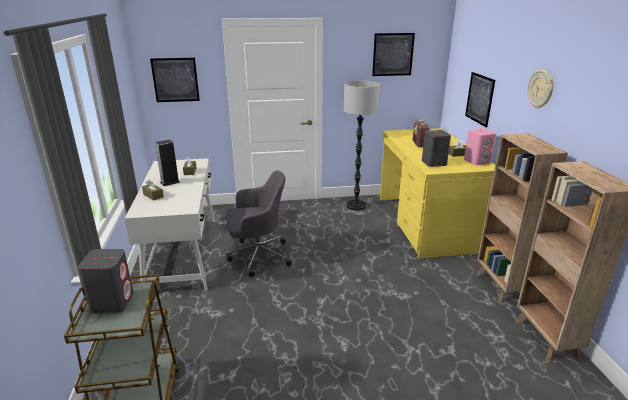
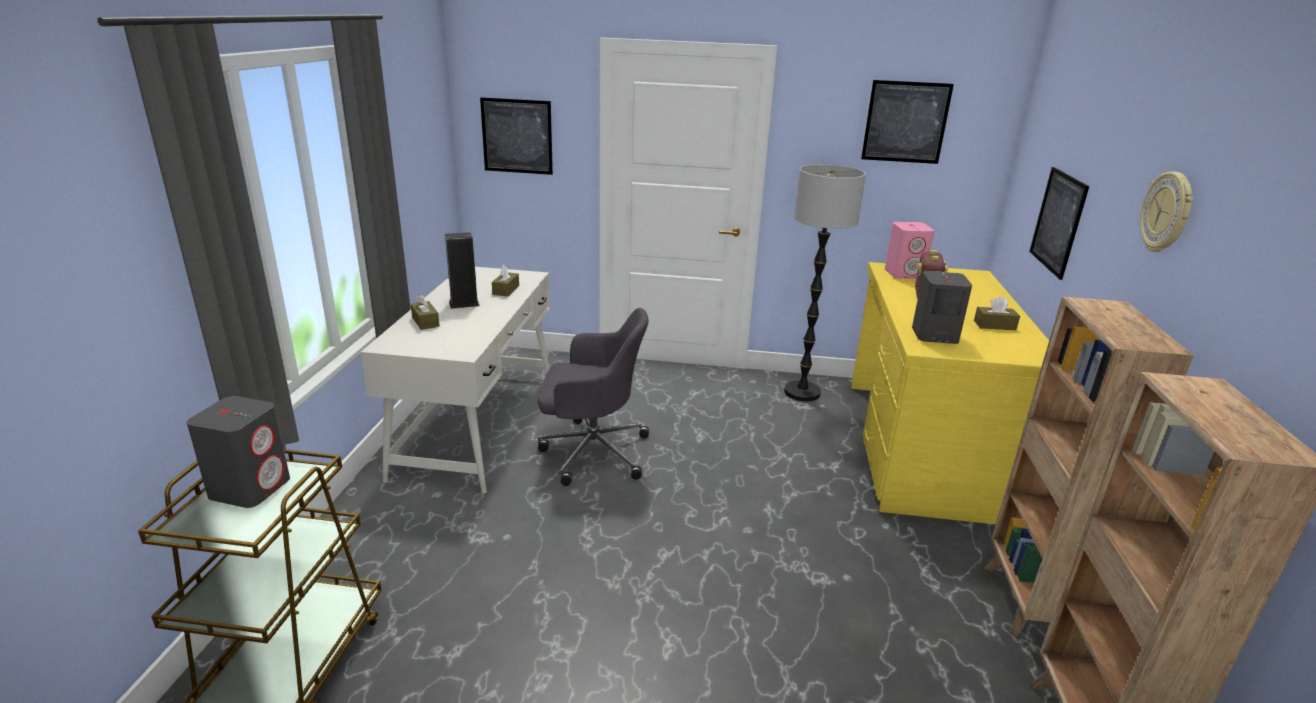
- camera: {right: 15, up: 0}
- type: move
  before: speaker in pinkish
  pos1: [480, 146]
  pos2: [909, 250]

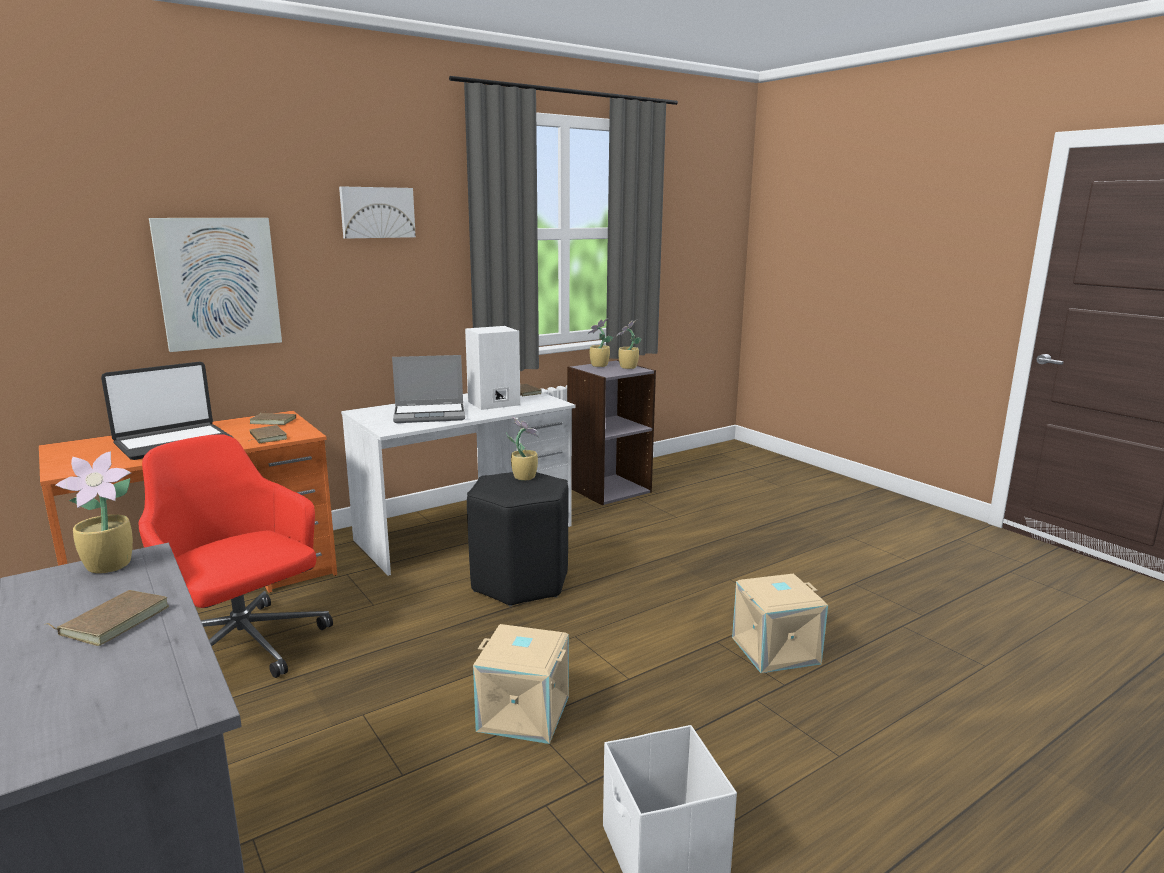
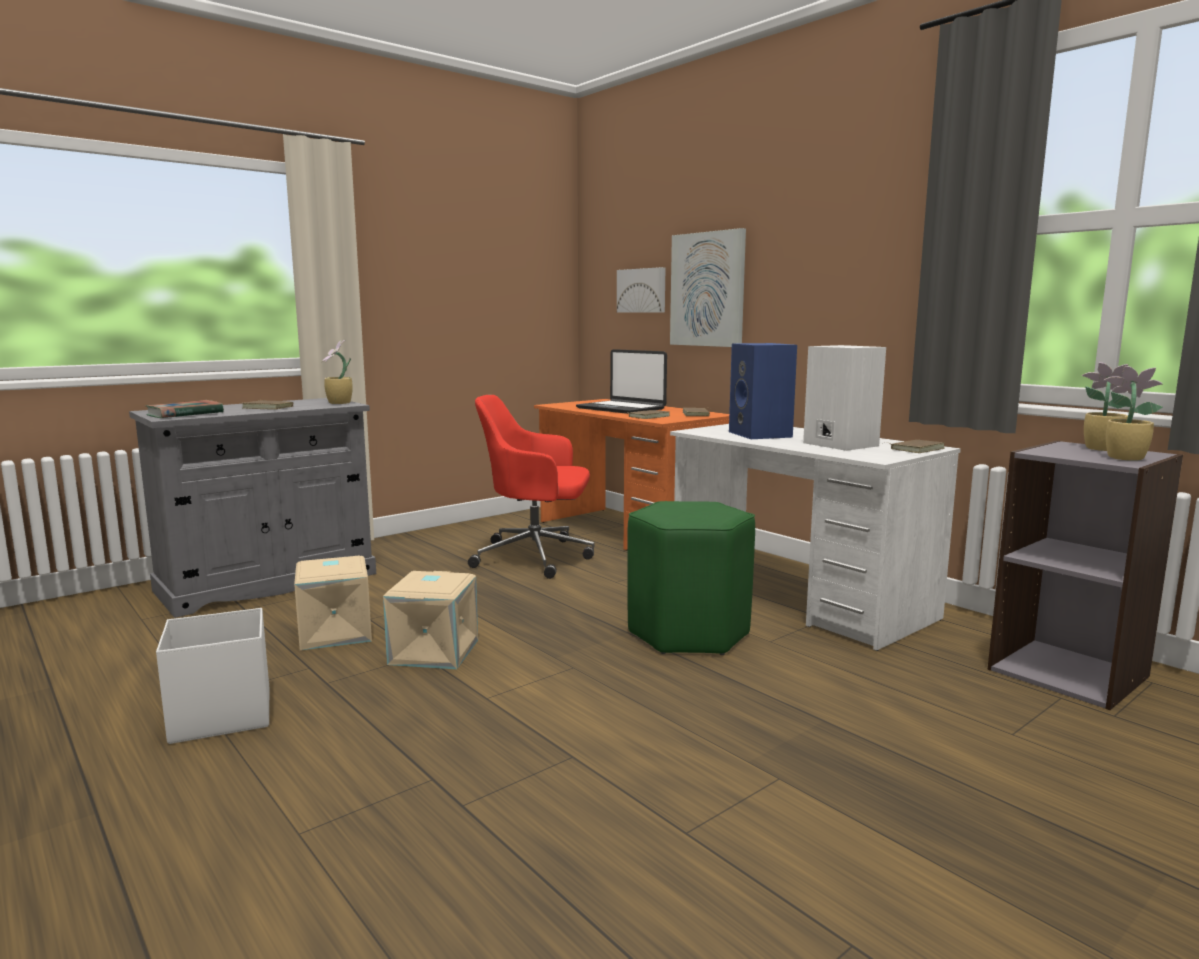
- camera: {right: 85, up: -5}
- type: delete
  before: potted plant
  pos1: [522, 449]
- type: insert
  after: book
  pos2: [184, 409]
- type: move
  before: picture
  pos1: [377, 212]
  pos2: [641, 290]
- type: move
  before: storage box in beige-coloured
  pos1: [780, 623]
  pos2: [333, 602]
- type: replace
  before: notebook computer
  after: speaker in blue-coloured
  pos1: [428, 389]
  pos2: [763, 391]
- type: recolor
  before: sitting stool in black
  after: sitting stool in green
  pos1: [518, 539]
  pos2: [691, 578]
- type: rotate
  before: computer chair in red-coloured
  pos1: [236, 556]
  pos2: [531, 487]
  turn: -120

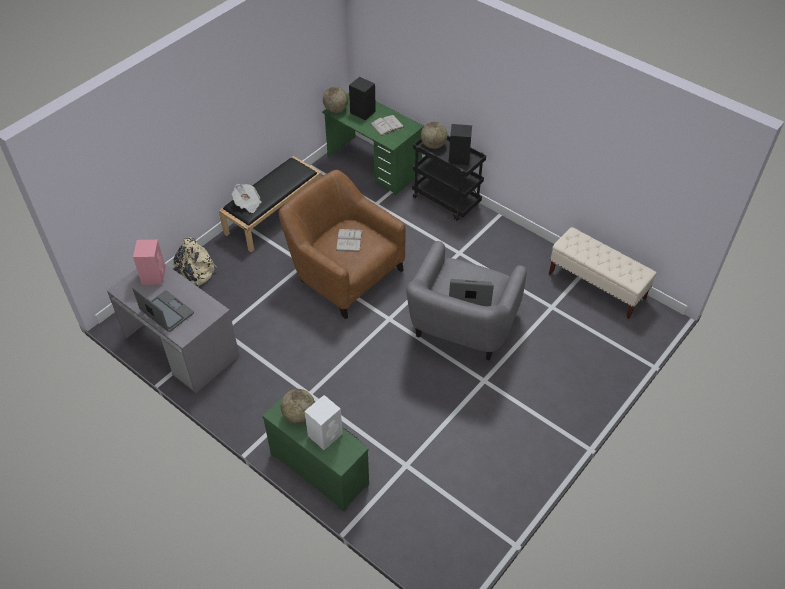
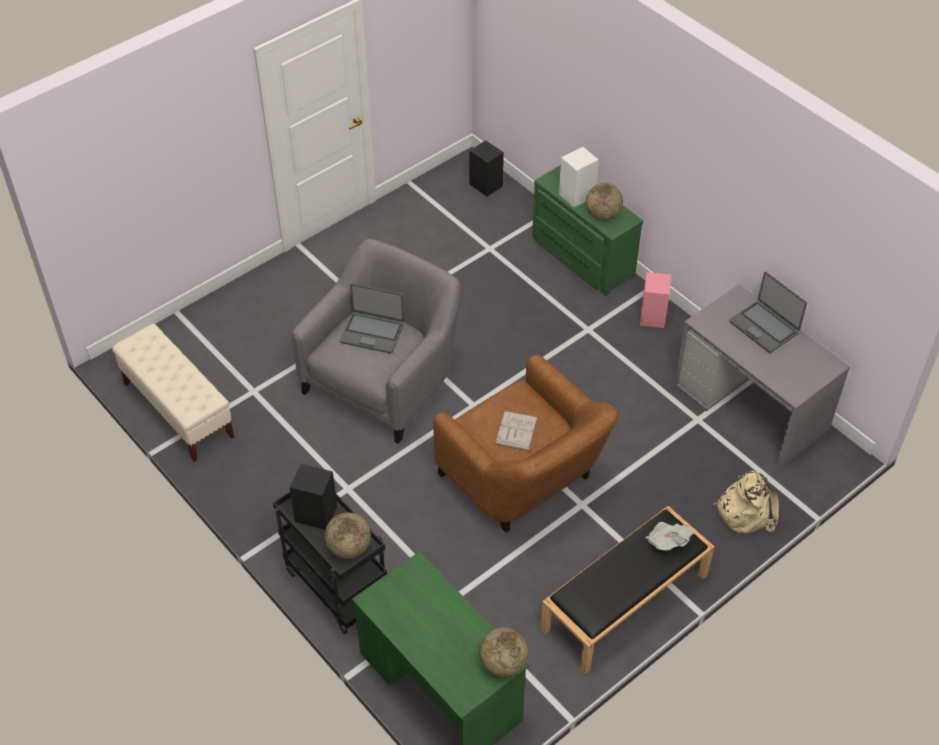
- camera: {right: -170, up: 0}
- type: delete
  before: book in white
  pos1: [387, 125]
- type: move
  before: speaker in pinkish
  pos1: [149, 262]
  pos2: [655, 300]
- type: move
  before: speaker in black
  pos1: [362, 98]
  pos2: [487, 168]

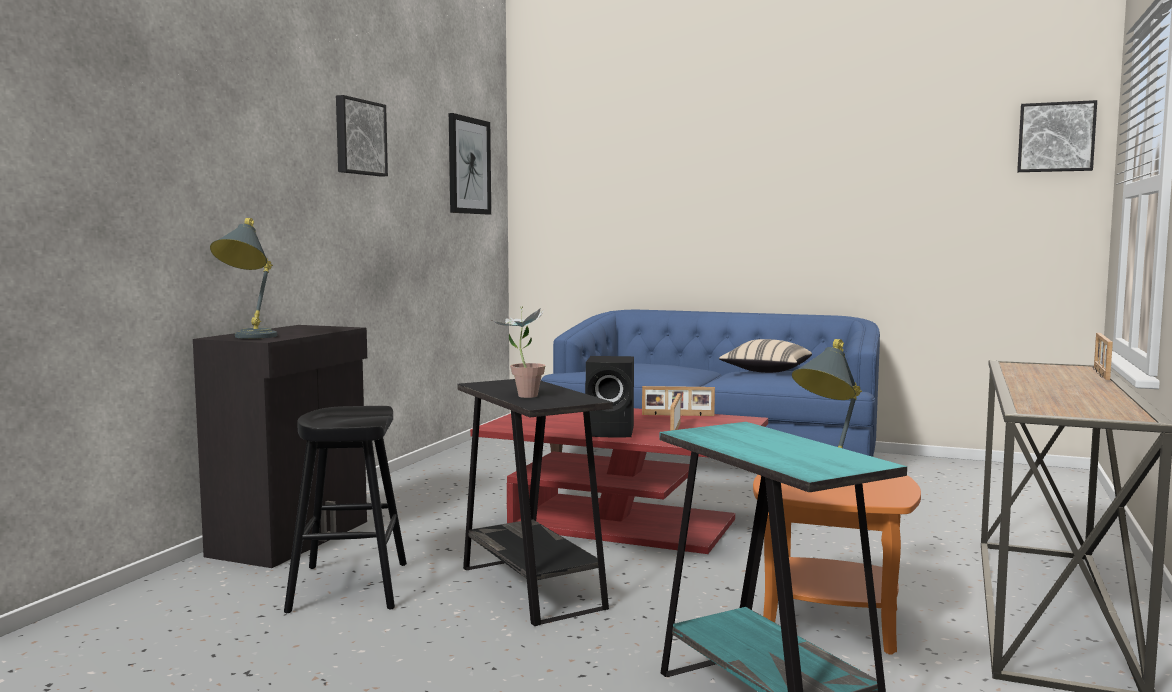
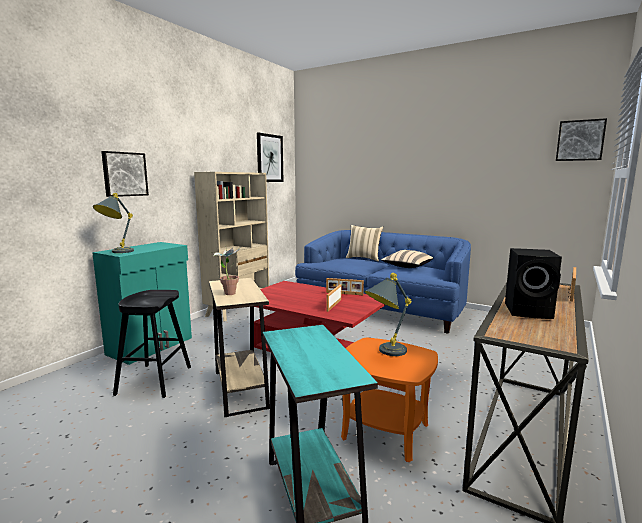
- camera: {right: 10, up: 5}
- type: insert
  after: shelving unit in beige-coloured
  pos2: [231, 246]
- type: insert
  after: throw pillow in beige-coloured
  pos2: [364, 243]
- type: move
  before: picture
  pos1: [362, 135]
  pos2: [125, 174]
- type: move
  before: speaker in black
  pos1: [609, 396]
  pos2: [533, 283]
- type: recolor
  before: cupboard in black
  after: cupboard in turquoise-coloured
  pos1: [280, 446]
  pos2: [142, 303]
- type: recolor
  before: end table in black
  after: end table in beige-coloured
  pos1: [535, 502]
  pos2: [239, 347]

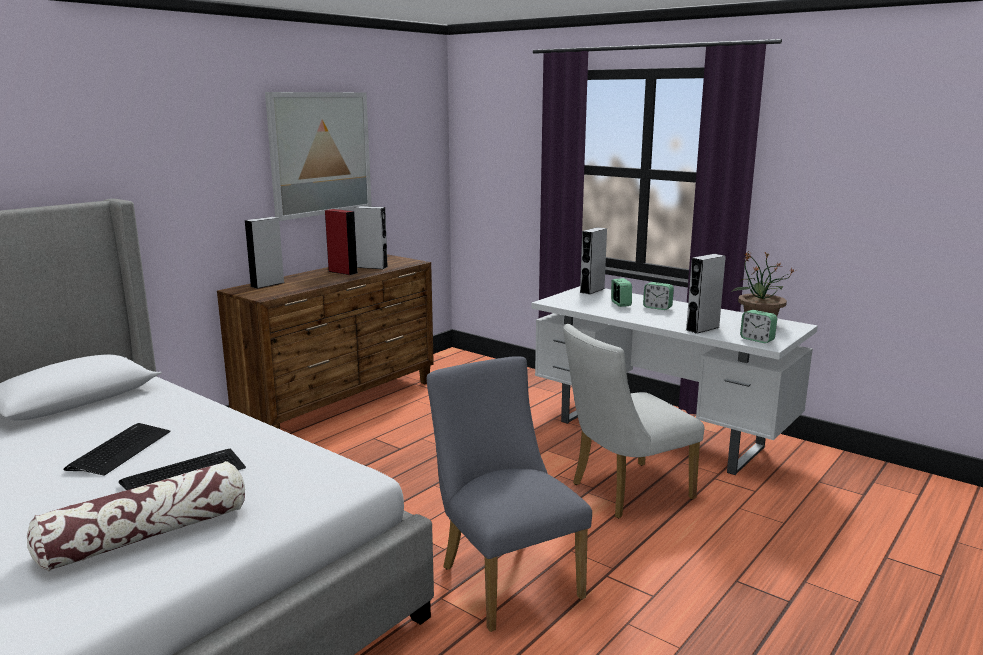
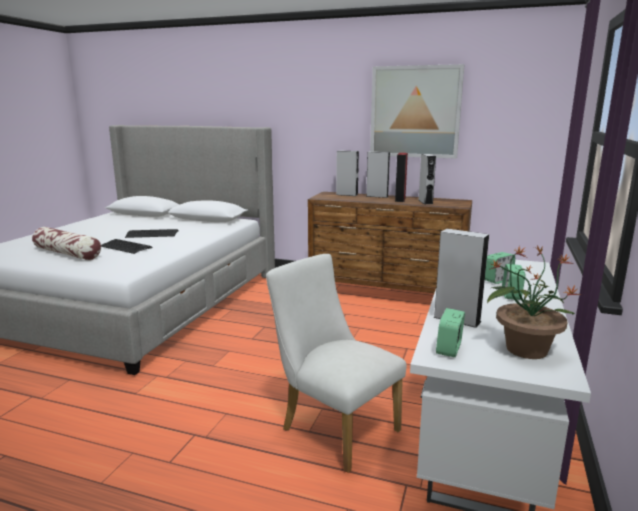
- camera: {right: 70, up: 0}
- type: delete
  before: plain chair in greyish
  pos1: [509, 494]
- type: move
  before: speaker in greyish
  pos1: [593, 260]
  pos2: [378, 174]

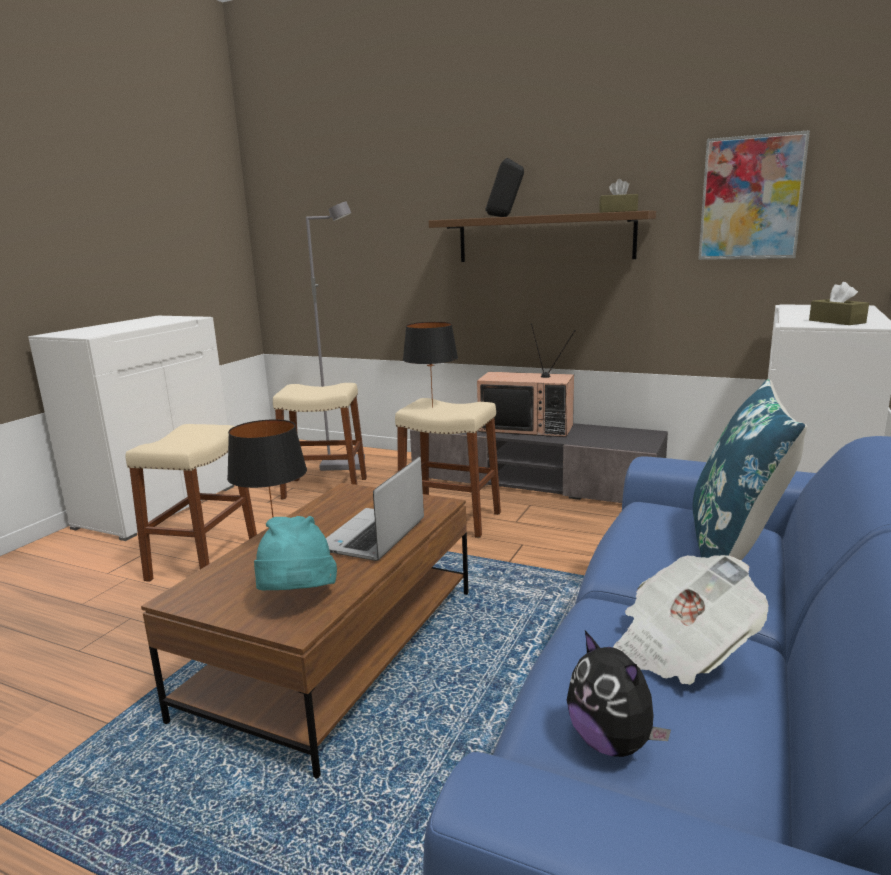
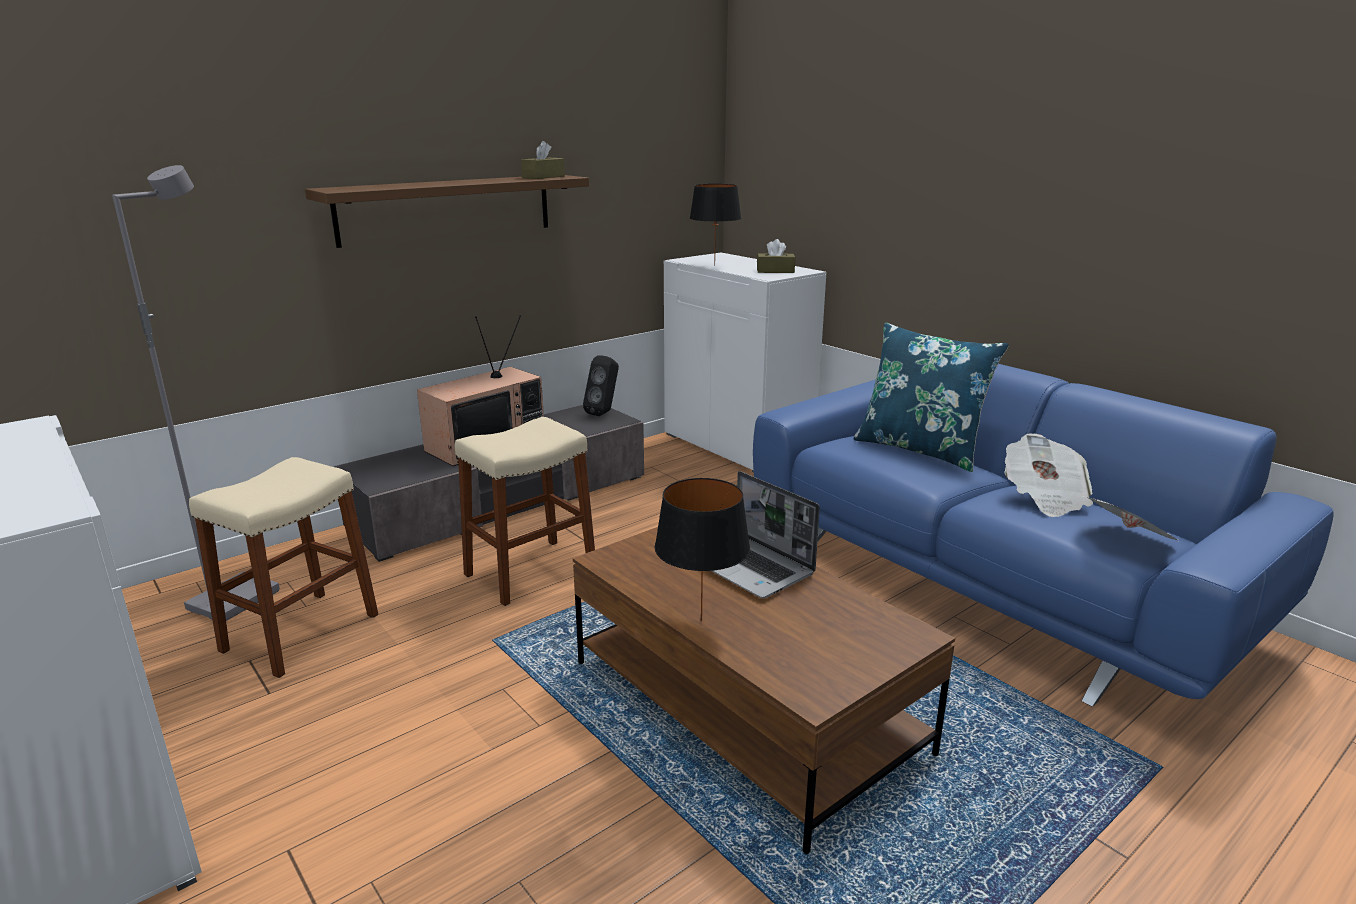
- camera: {right: -65, up: 5}
- type: delete
  before: sitting stool in beige-coloured
  pos1: [191, 503]
- type: delete
  before: clothing hat in turquoise-coloured
  pos1: [295, 553]
- type: delete
  before: picture
  pos1: [754, 195]
- type: move
  before: tabletop lamp in black
  pos1: [430, 365]
  pos2: [715, 225]
- type: move
  before: speaker in black
  pos1: [504, 187]
  pos2: [601, 385]
- type: replace
  before: cuddly toy
  after: newspaper
  pos1: [619, 694]
  pos2: [1129, 517]

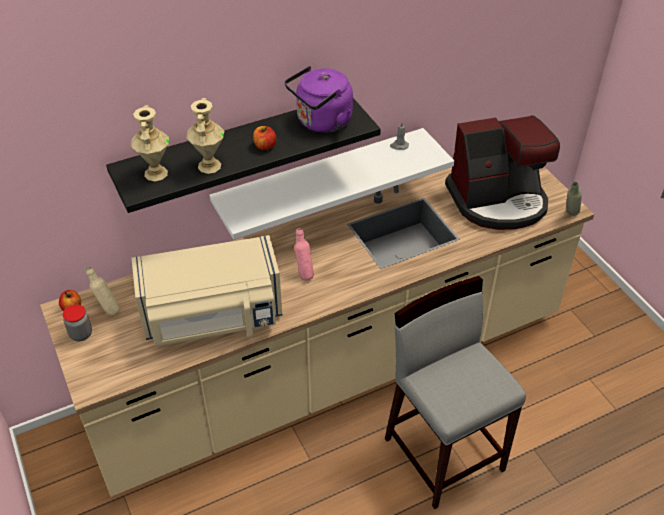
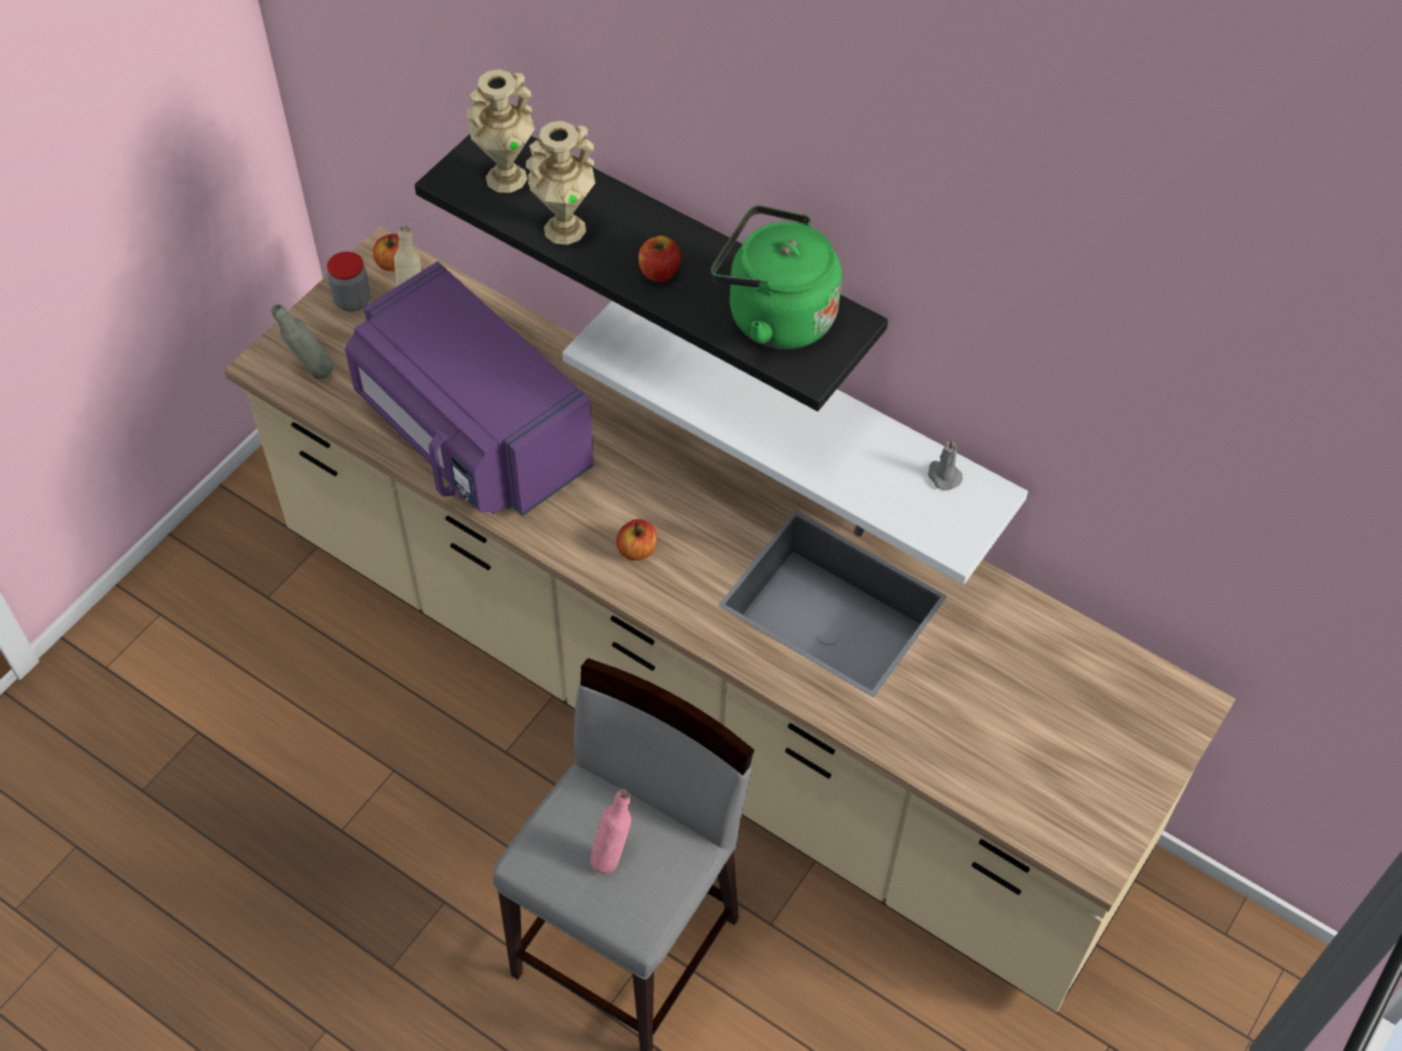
- camera: {right: 60, up: 10}
- type: delete
  before: coffee brewer
  pos1: [502, 172]
- type: insert
  after: apple
  pos2: [637, 540]
- type: move
  before: beverage bottle in pinkish
  pos1: [304, 254]
  pos2: [610, 831]
- type: move
  before: beverage bottle in greyish
  pos1: [574, 199]
  pos2: [302, 341]
- type: recolor
  before: microwave in beige-coloured
  after: microwave in purplish
  pos1: [206, 291]
  pos2: [469, 388]
- type: recolor
  before: kettle in purplish
  after: kettle in green
  pos1: [318, 99]
  pos2: [776, 277]

